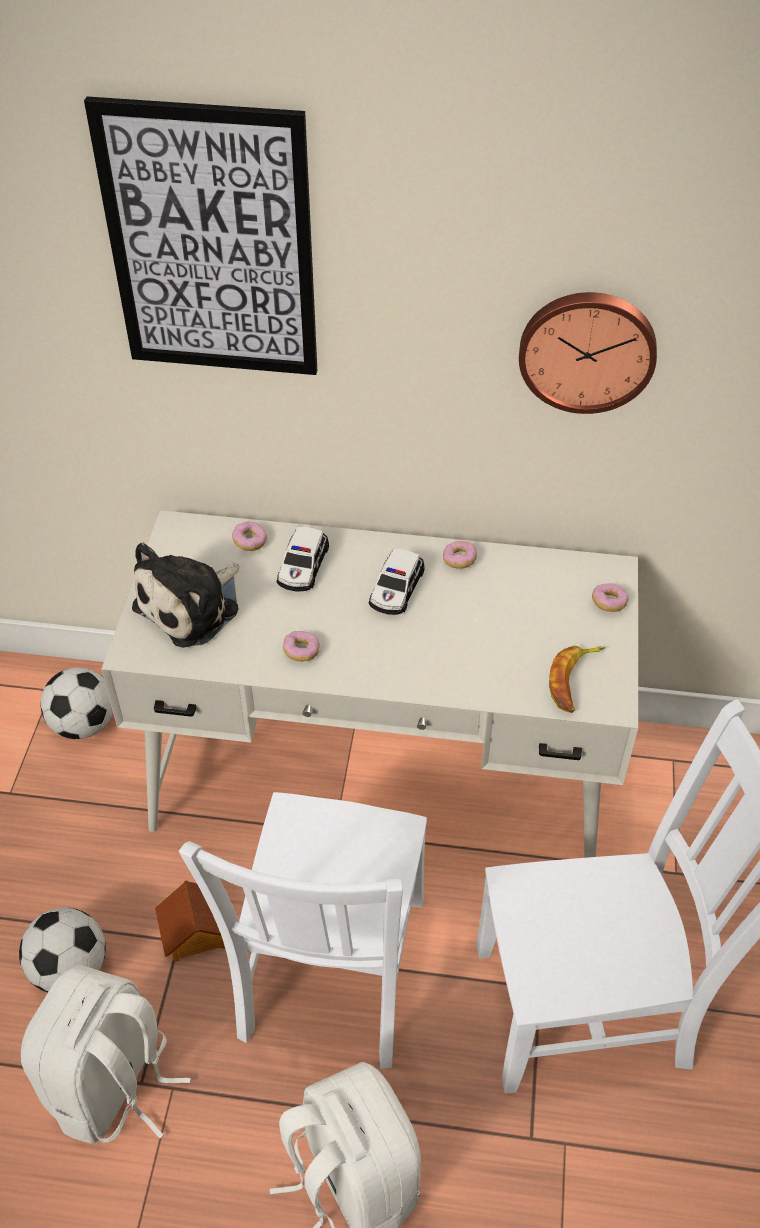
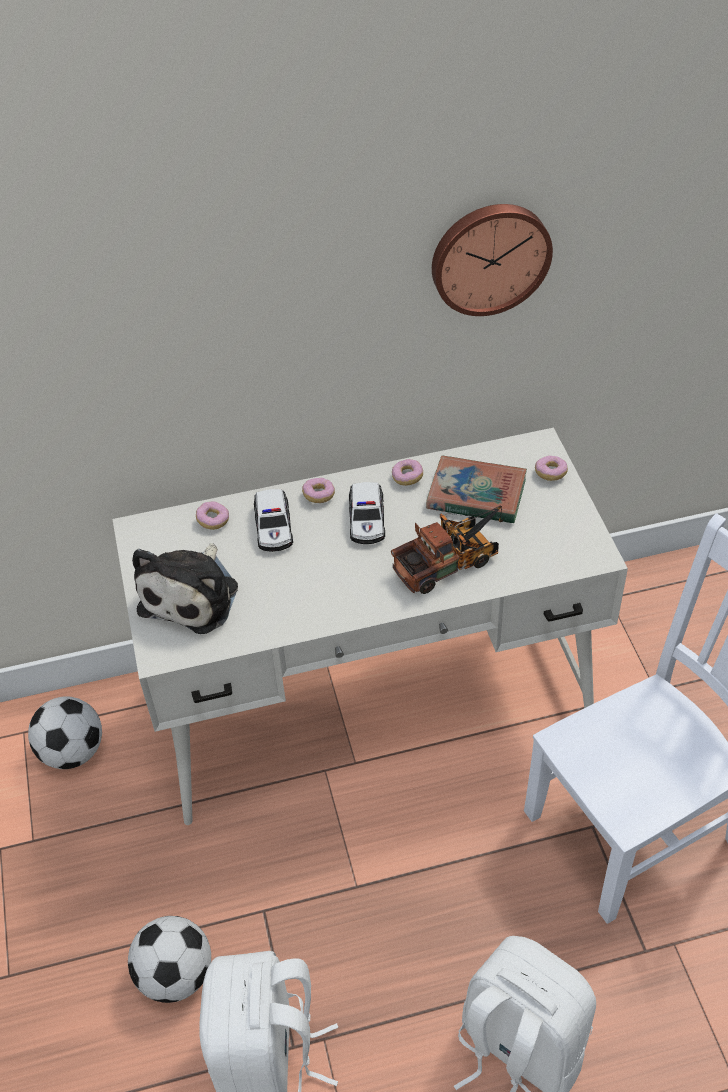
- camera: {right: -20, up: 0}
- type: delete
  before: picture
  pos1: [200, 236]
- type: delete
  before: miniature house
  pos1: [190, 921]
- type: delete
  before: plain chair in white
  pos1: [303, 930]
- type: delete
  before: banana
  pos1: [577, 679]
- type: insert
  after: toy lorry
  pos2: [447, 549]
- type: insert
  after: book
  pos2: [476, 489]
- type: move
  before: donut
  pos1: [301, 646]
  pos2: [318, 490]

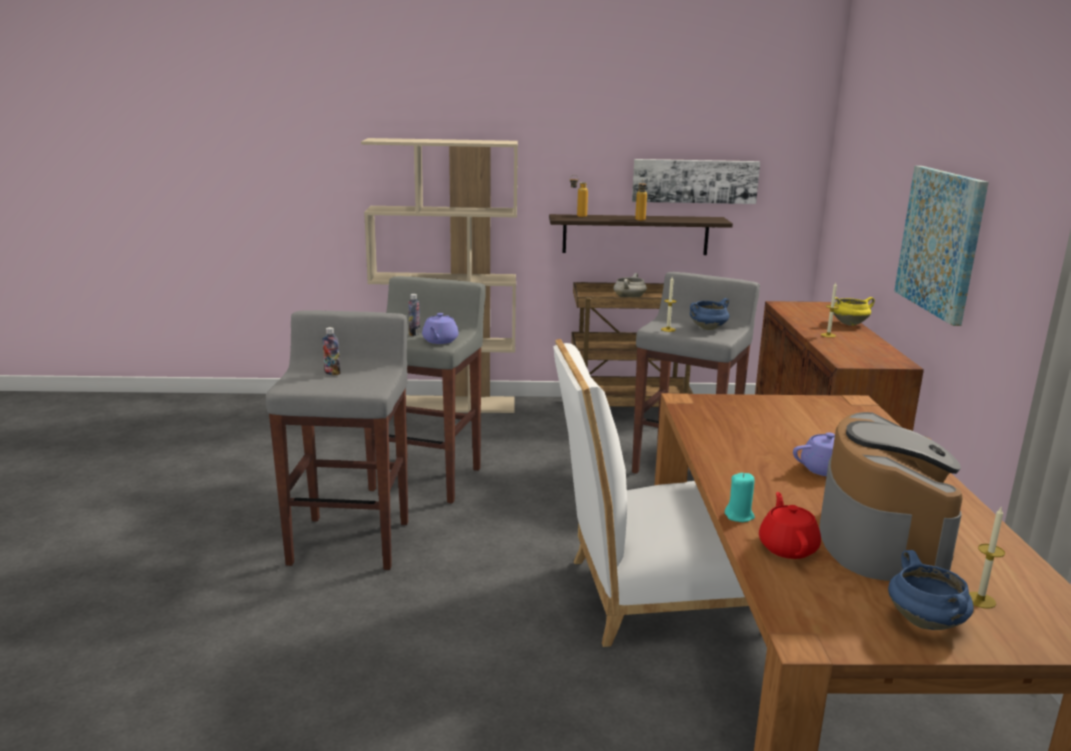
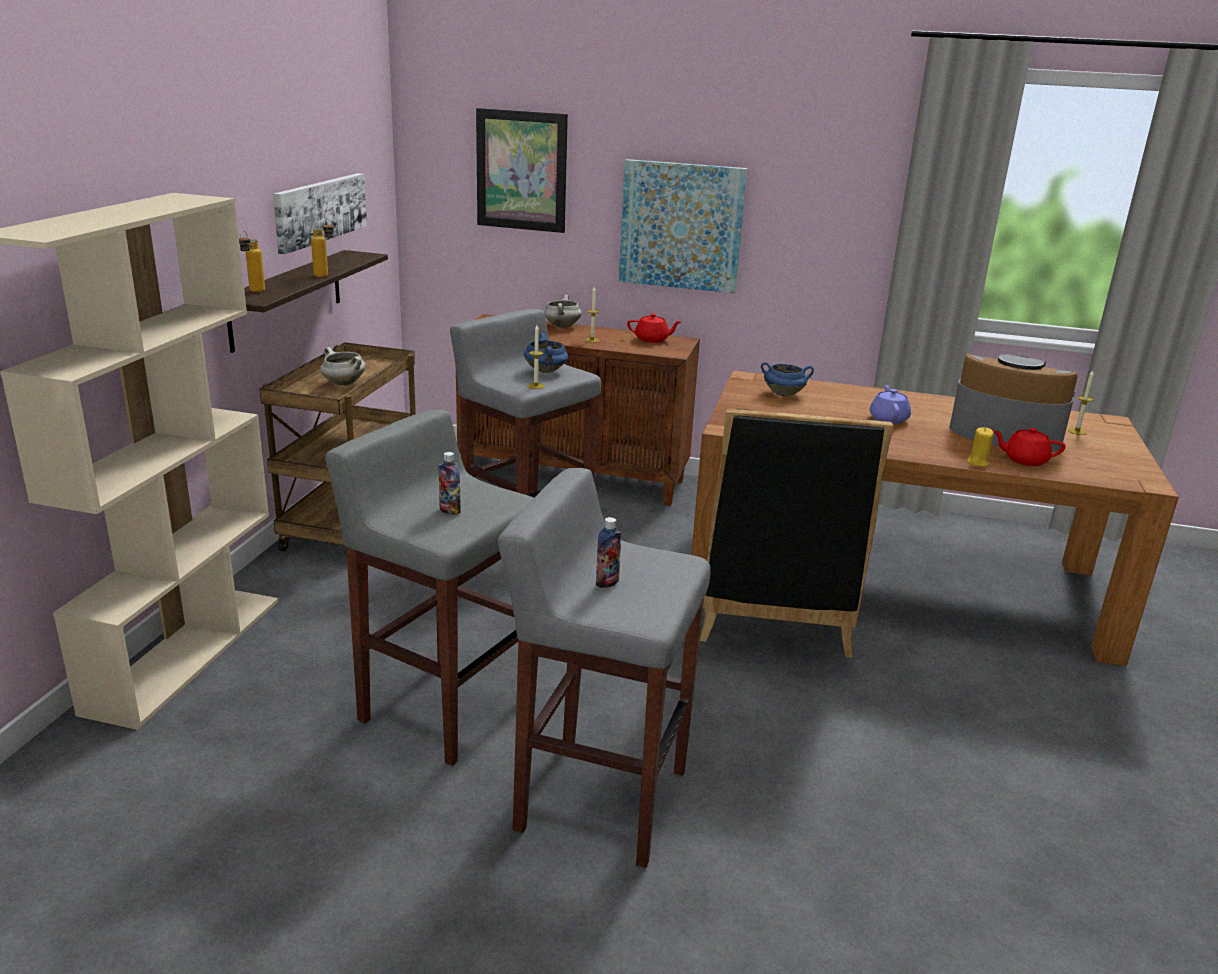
- camera: {right: -75, up: 5}
- type: delete
  before: pot for tea in purplish
  pos1: [440, 328]
- type: insert
  after: picture
  pos2: [522, 170]
- type: insert
  after: pot for tea in red-coloured
  pos2: [654, 328]
- type: move
  before: stockpot in blue-coloured
  pos1: [931, 590]
  pos2: [787, 379]
- type: recolor
  before: plain chair in white
  after: plain chair in black
  pos1: [651, 493]
  pos2: [797, 533]
- type: recolor
  before: candle in turquoise-coloured
  after: candle in yellow
  pos1: [740, 497]
  pos2: [980, 447]
- type: recolor
  before: stockpot in yellow
  after: stockpot in white
  pos1: [854, 311]
  pos2: [563, 311]

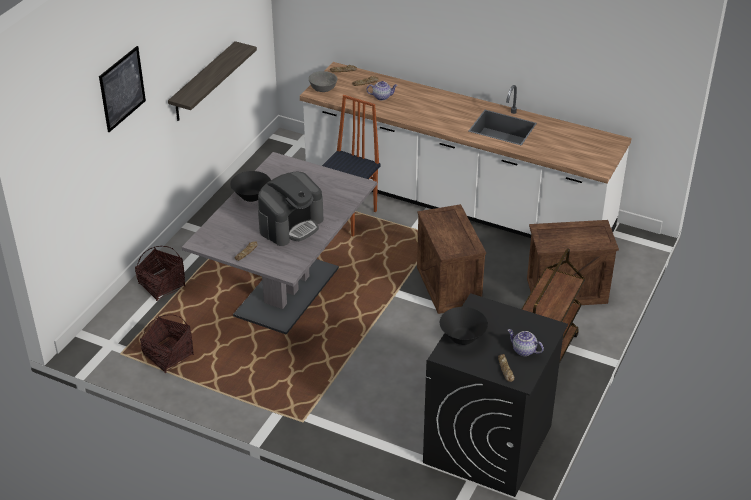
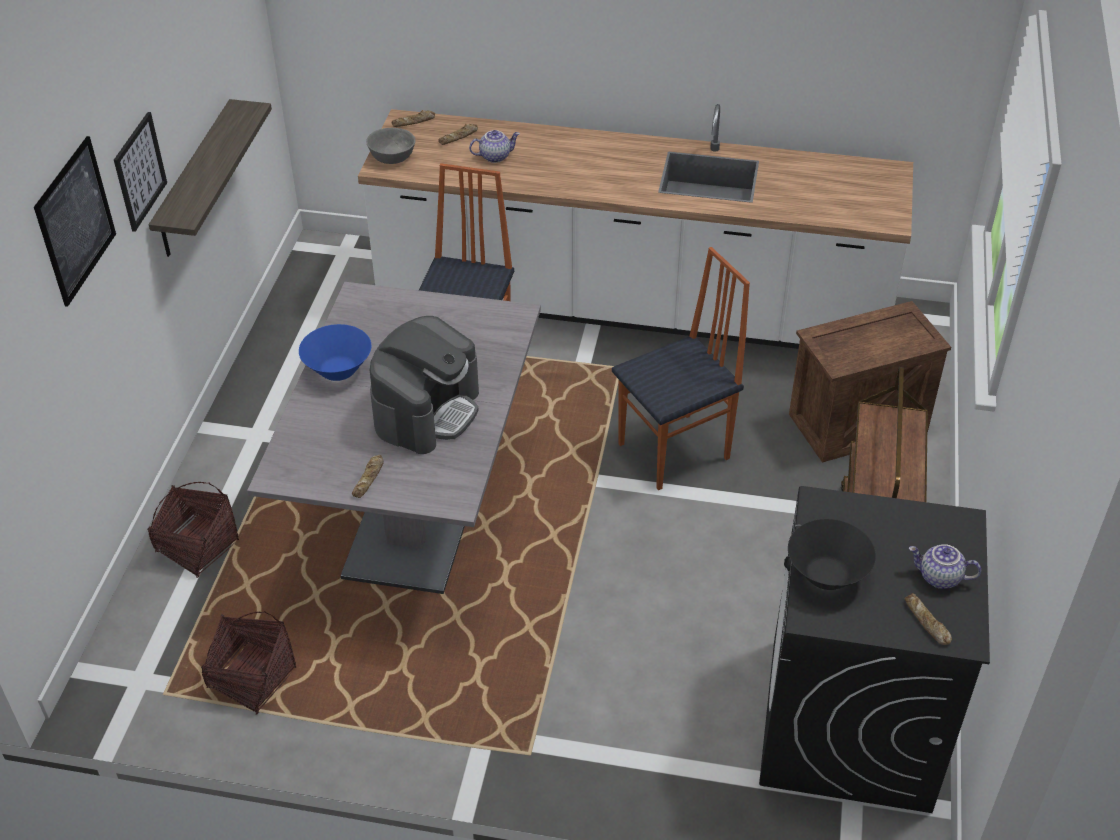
- camera: {right: -15, up: 5}
- type: insert
  after: picture
  pos2: [140, 172]
- type: replace
  before: packing crate
  after: plain chair
  pos1: [451, 259]
  pos2: [681, 368]
- type: recolor
  before: deep dish in black
  after: deep dish in blue-coloured
  pos1: [250, 186]
  pos2: [335, 352]

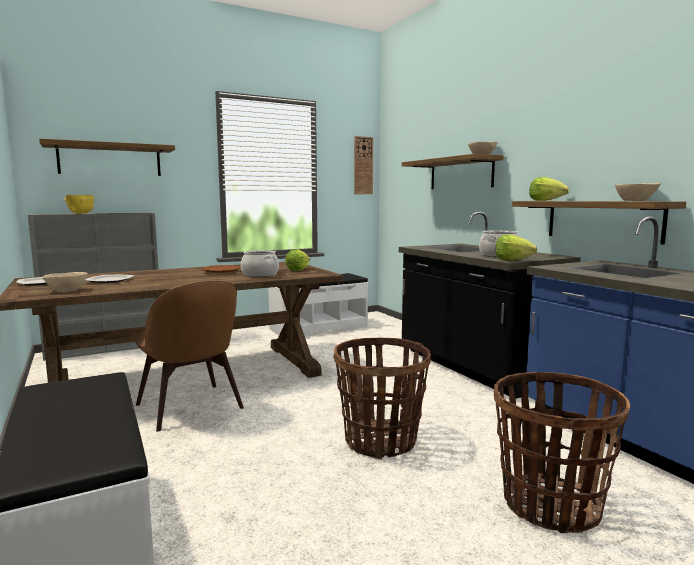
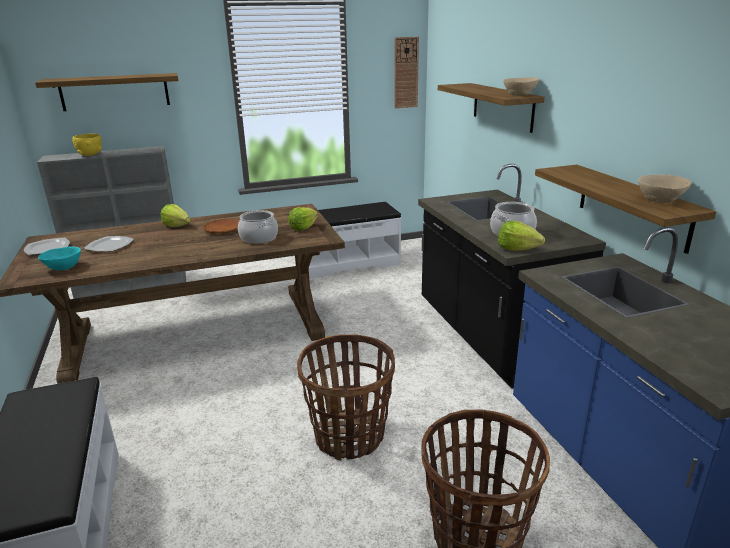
- camera: {right: 10, up: 15}
- type: delete
  before: plain chair in brown-coloured
  pos1: [189, 356]
- type: move
  before: lettuce head
  pos1: [549, 189]
  pos2: [176, 215]
- type: recolor
  before: deep dish in beige-coloured
  after: deep dish in turquoise-coloured
  pos1: [65, 282]
  pos2: [59, 258]

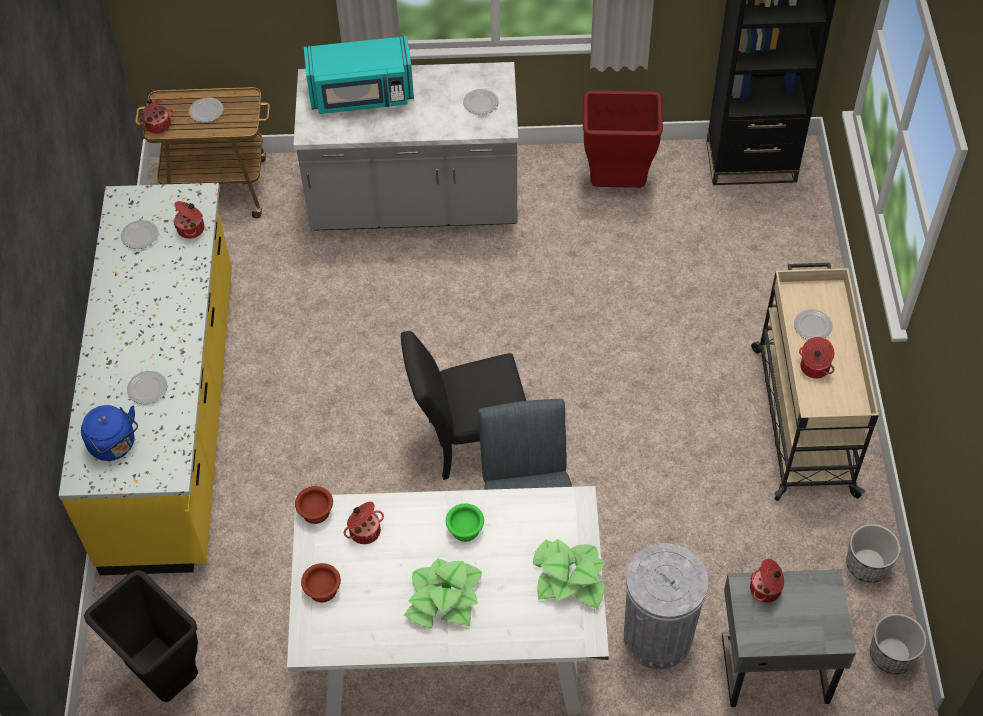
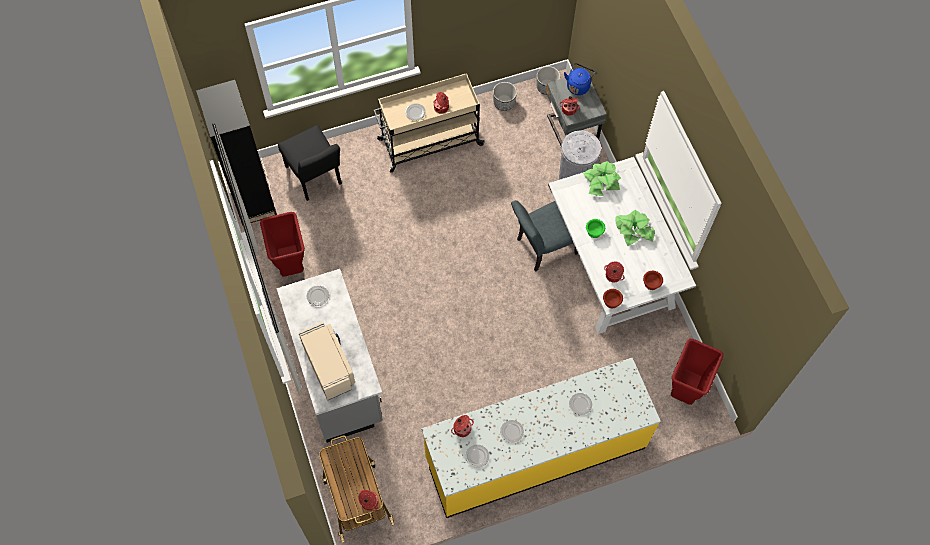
- camera: {right: -110, up: 10}
- type: move
  before: kettle in blue-coloured
  pos1: [109, 433]
  pos2: [579, 79]
- type: move
  before: flat dish
  pos1: [206, 110]
  pos2: [512, 431]
- type: move
  before: plain chair in black
  pos1: [463, 405]
  pos2: [310, 163]
- type: recolor
  before: waste bin in black
  after: waste bin in red-coloured
  pos1: [141, 636]
  pos2: [697, 372]
- type: recolor
  before: microwave in turquoise-coloured
  after: microwave in beige-coloured
  pos1: [359, 75]
  pos2: [326, 361]

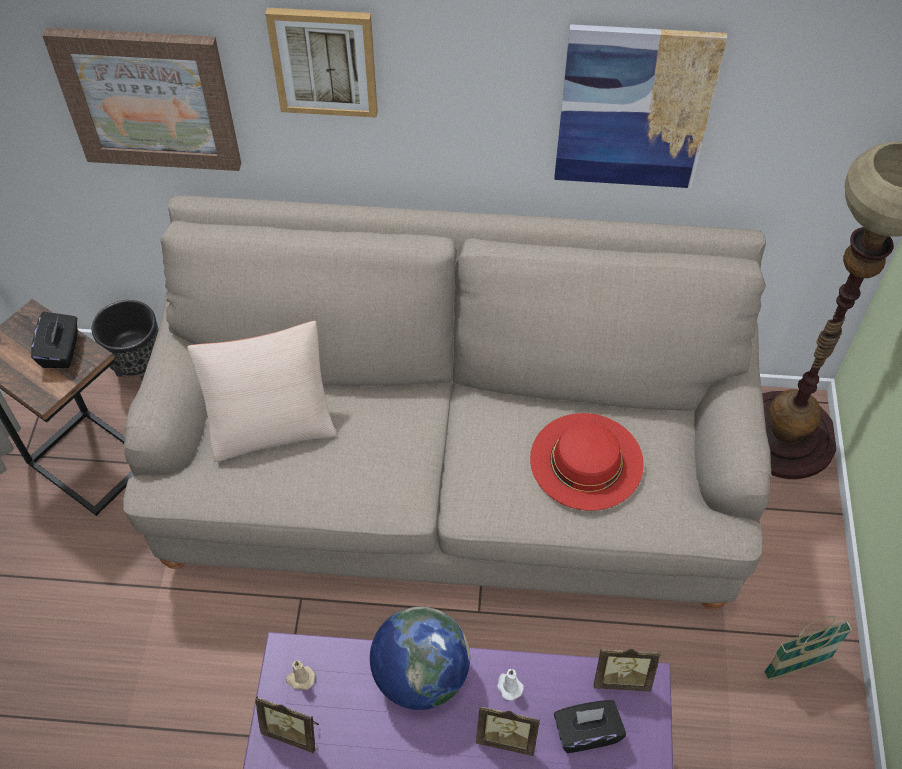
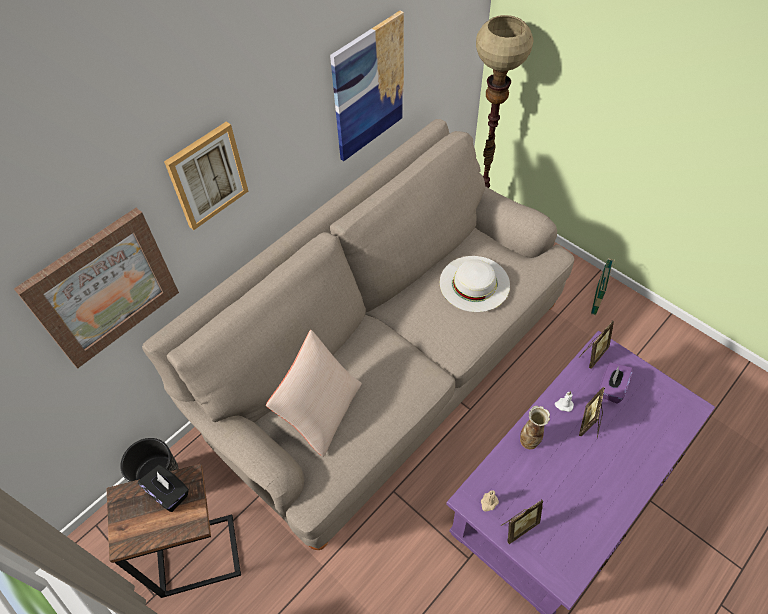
- camera: {right: -50, up: 0}
- type: replace
  before: globe
  after: decorative vase
  pos1: [420, 658]
  pos2: [535, 427]
- type: recolor
  before: clothing hat in red-coloured
  after: clothing hat in white
  pos1: [587, 462]
  pos2: [475, 284]
- type: recolor
  before: tissue box in black
  after: tissue box in purplish
  pos1: [590, 726]
  pos2: [616, 382]
- type: rotate
  before: standing frame
  pos1: [508, 730]
  pos2: [592, 412]
  turn: 150

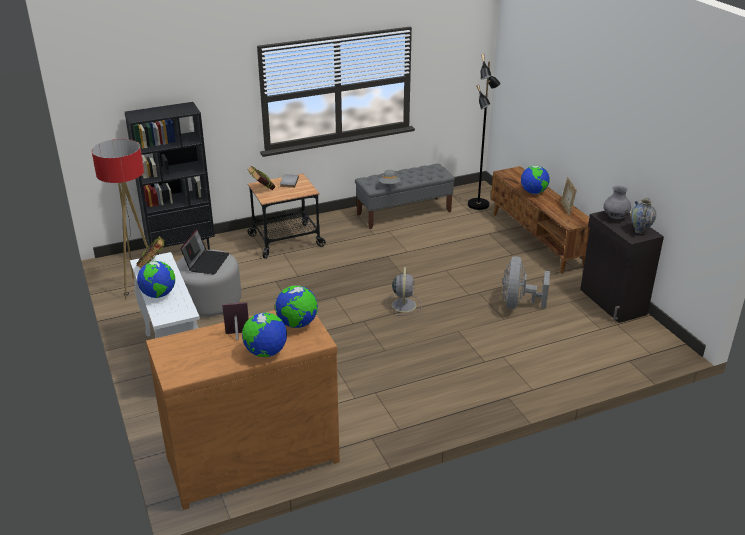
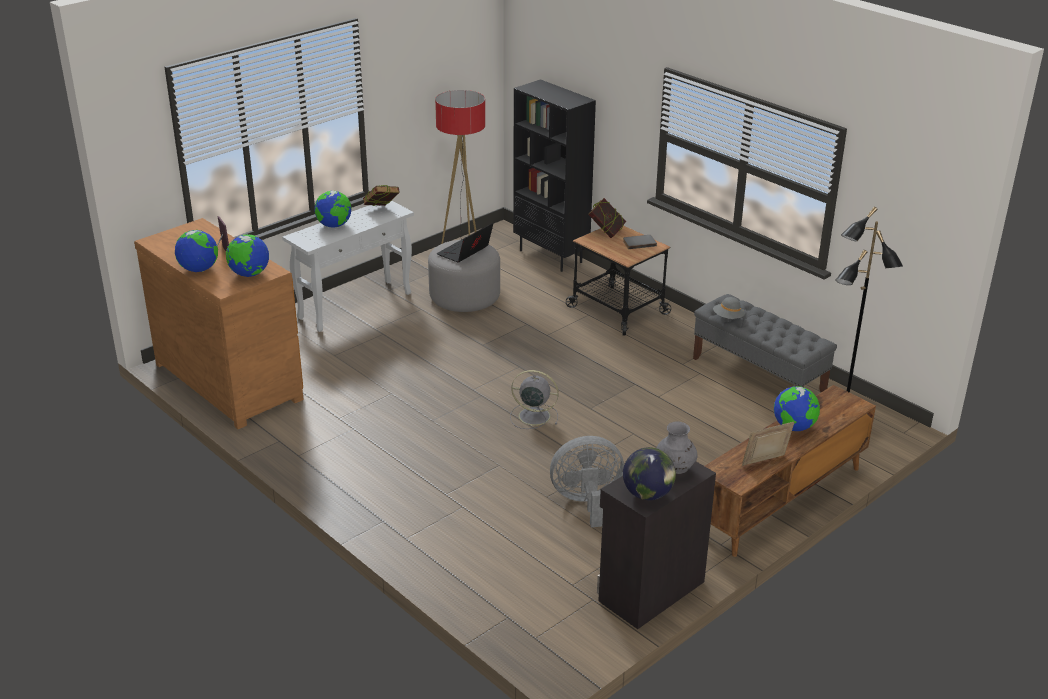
- camera: {right: 70, up: 0}
- type: replace
  before: decorative vase
  after: globe
  pos1: [643, 216]
  pos2: [649, 473]
- type: rotate
  before: notebook computer
  pos1: [205, 251]
  pos2: [465, 243]
  turn: 135
- type: rotate
  before: fan in greyish
  pos1: [404, 291]
  pos2: [534, 399]
  turn: -150

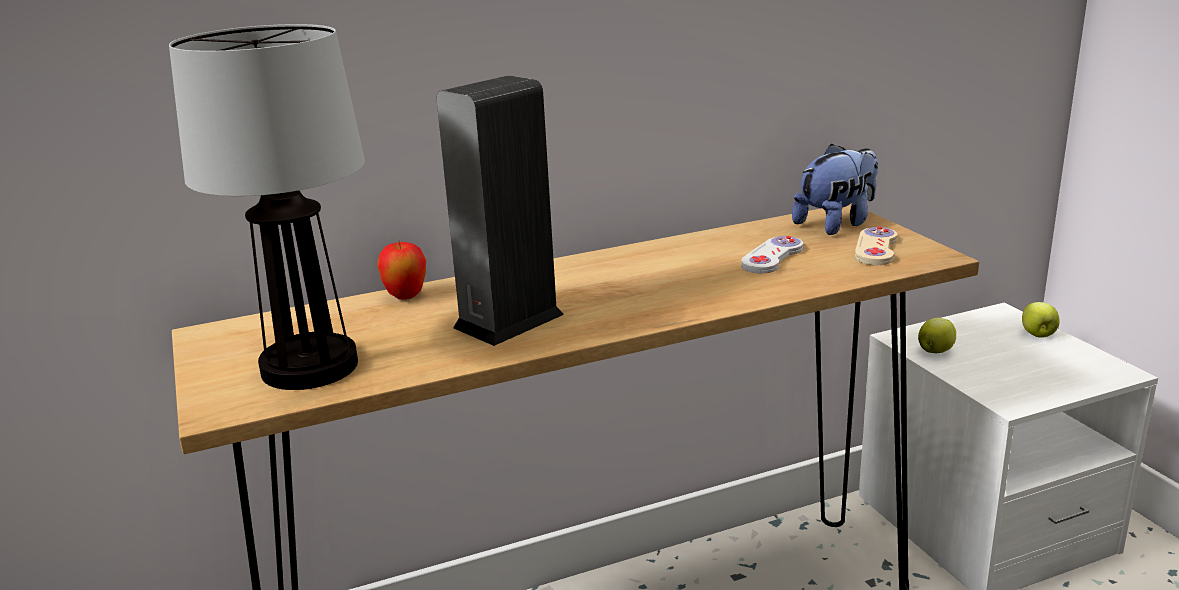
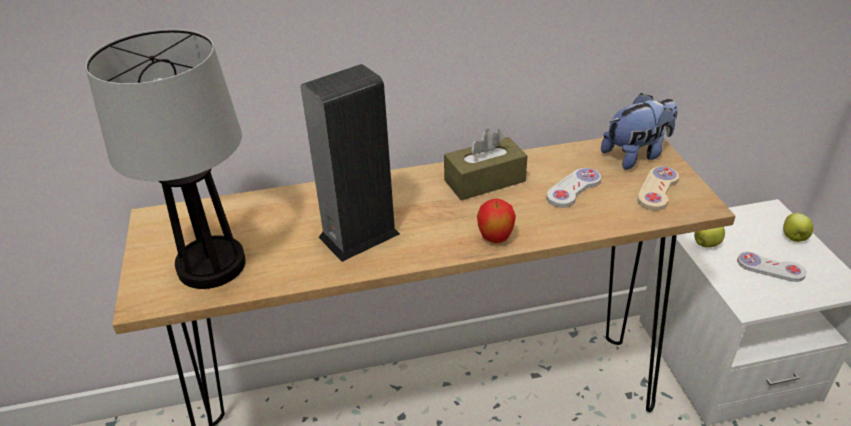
- camera: {right: 10, up: 15}
- type: insert
  after: tissue box in brown-coloured
  pos2: [486, 164]
- type: insert
  after: joypad in white
  pos2: [771, 267]
- type: move
  before: apple
  pos1: [401, 271]
  pos2: [496, 220]

